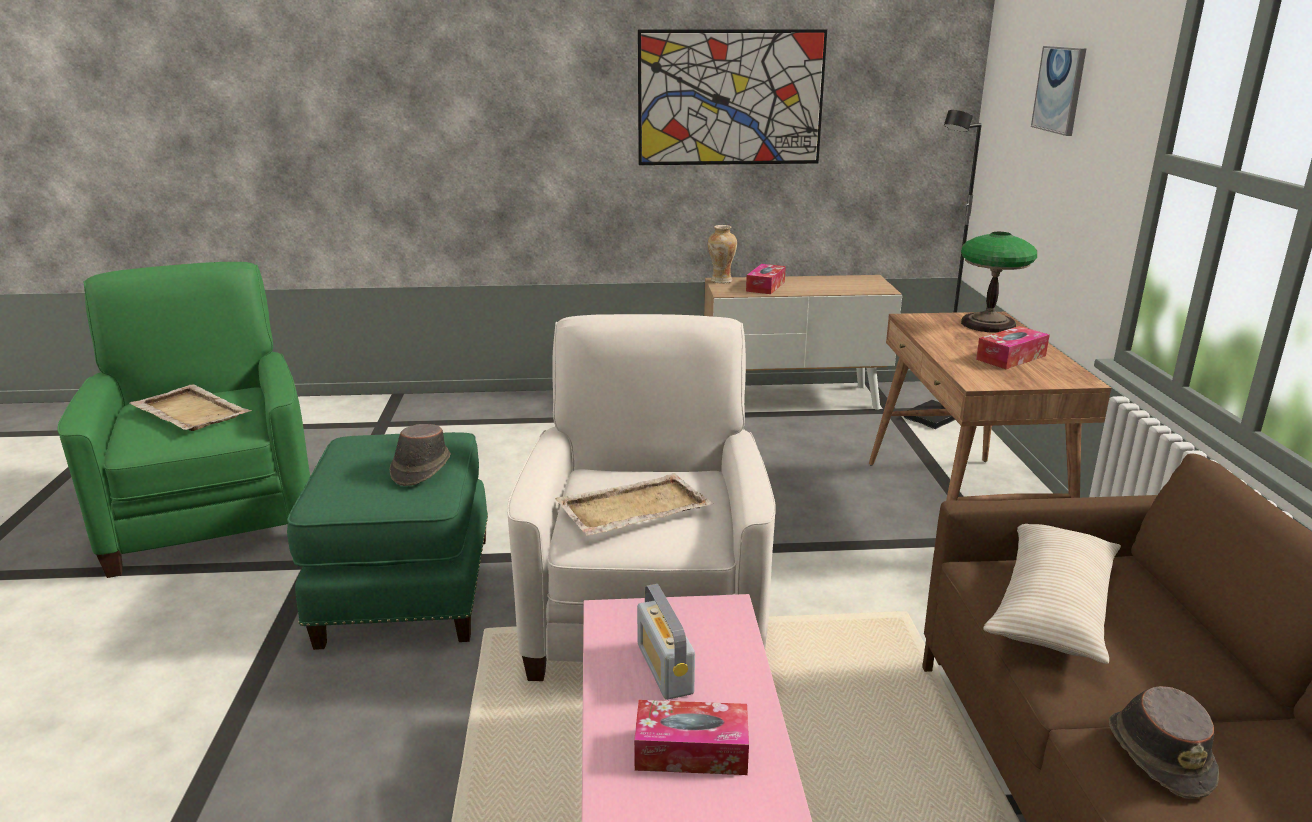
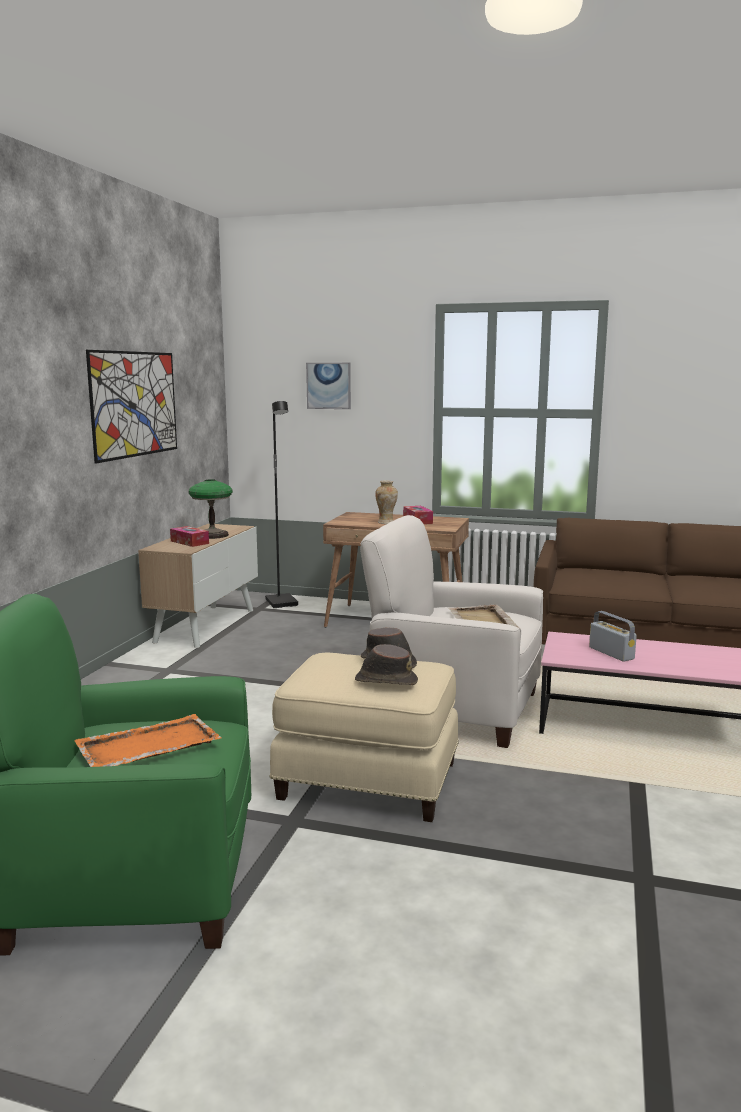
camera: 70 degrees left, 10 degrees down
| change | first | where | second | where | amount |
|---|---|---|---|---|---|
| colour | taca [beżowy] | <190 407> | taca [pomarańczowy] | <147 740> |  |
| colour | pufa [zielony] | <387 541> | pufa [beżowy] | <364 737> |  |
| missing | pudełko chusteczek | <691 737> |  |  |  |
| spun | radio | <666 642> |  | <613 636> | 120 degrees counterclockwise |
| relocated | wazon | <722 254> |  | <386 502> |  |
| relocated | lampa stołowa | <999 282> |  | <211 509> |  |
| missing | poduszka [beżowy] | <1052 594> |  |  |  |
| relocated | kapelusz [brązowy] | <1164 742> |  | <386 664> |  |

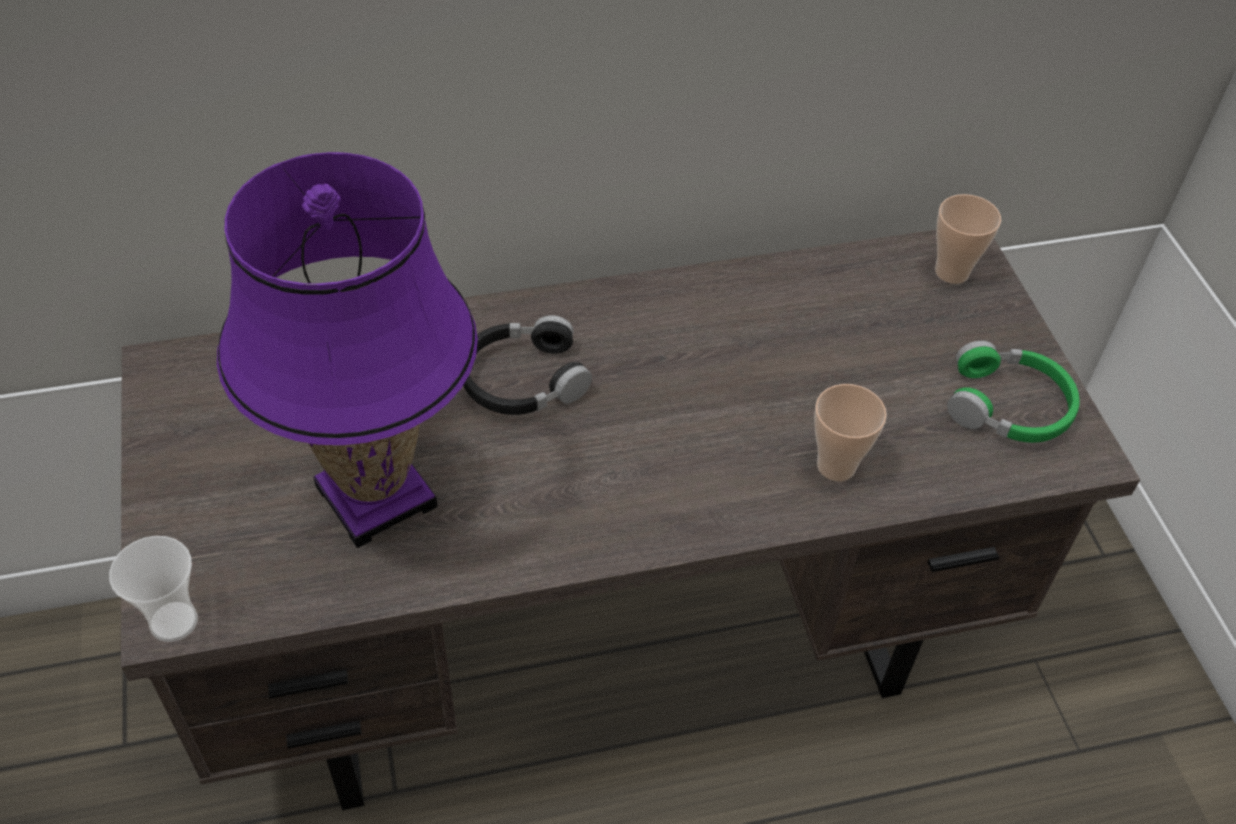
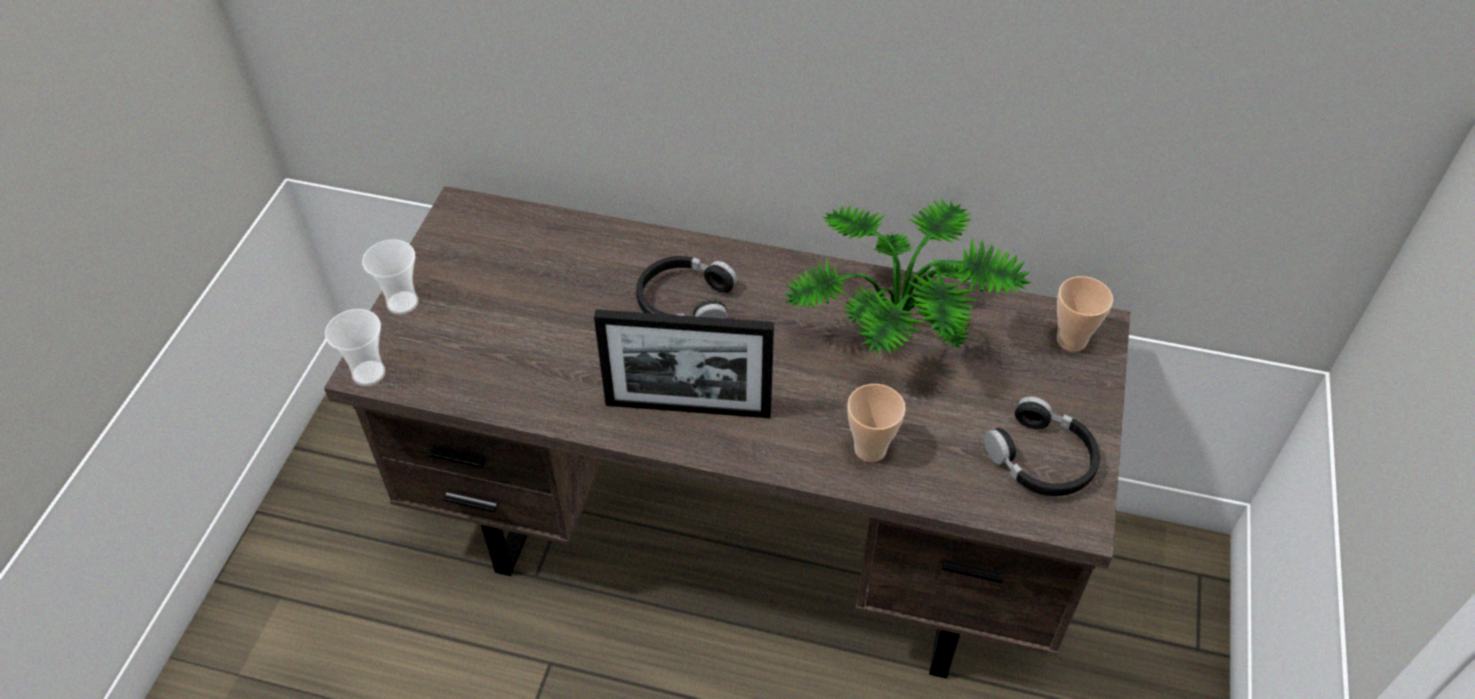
camera: 30 degrees right, 0 degrees up
| change | first | where | second | where | amount |
|---|---|---|---|---|---|
| missing | lampa stołowa [fioletowy] | <347 350> |  |  |  |
| colour | słuchawki [zielony] | <1013 391> | słuchawki [czarny] | <1042 446> |  |
| appeared |  |  | filiżanka | <390 277> |  |
| appeared |  |  | ramka na zdjęcie | <684 363> |  |
| appeared |  |  | roślina doniczkowa | <907 276> |  |

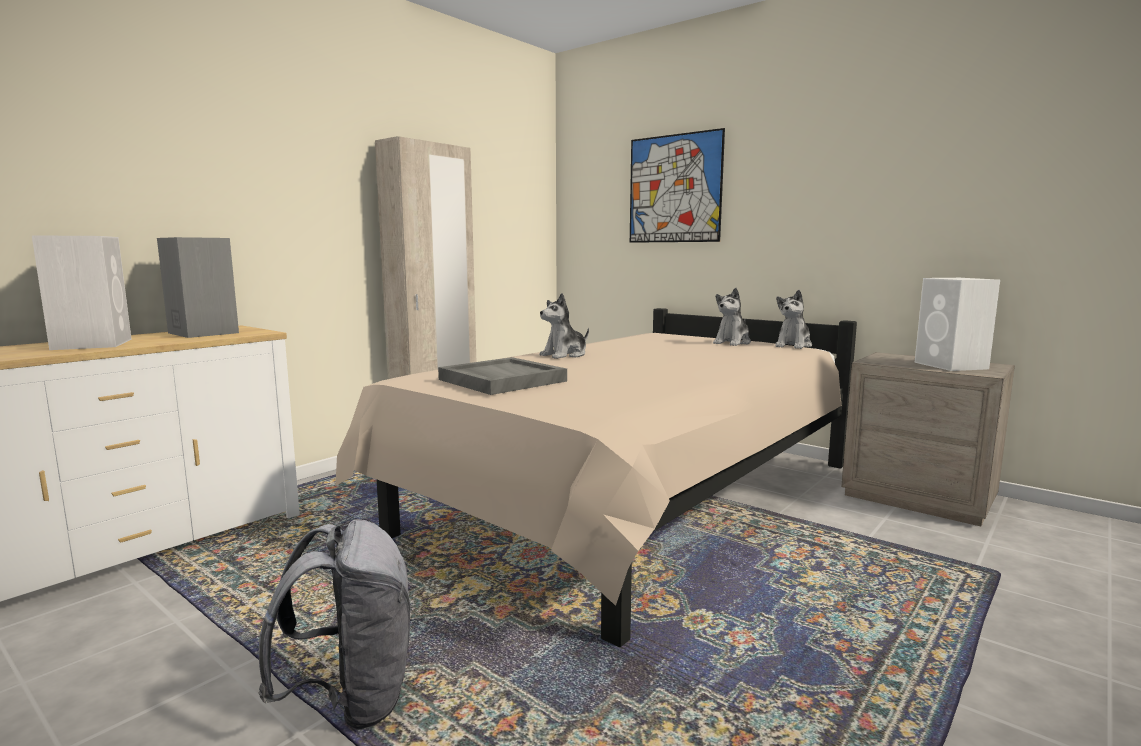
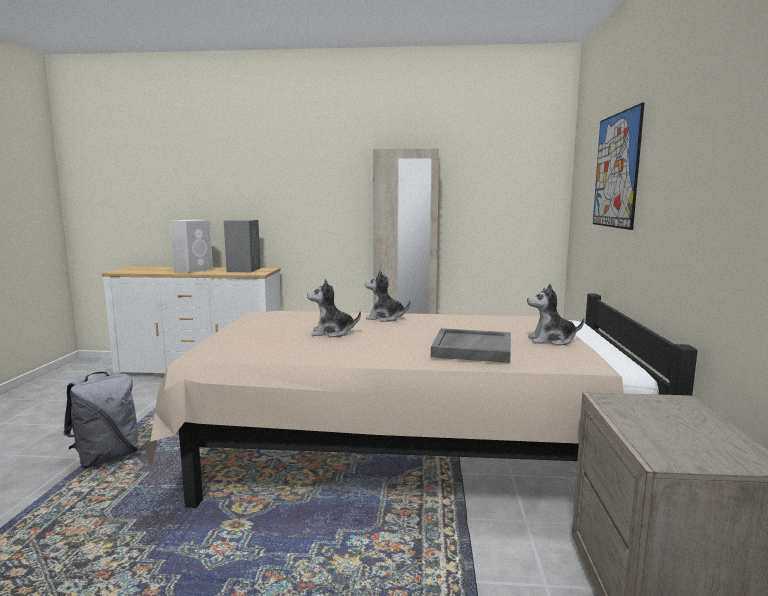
camera: 55 degrees right, 0 degrees up
| change | first | where | second | where | amount |
|---|---|---|---|---|---|
| relocated | taca [szary] | <502 376> |  | <471 345> |  |
| relocated | pluszak | <793 319> |  | <334 308> |  |
| missing | głośnik [biały] | <957 324> |  |  |  |

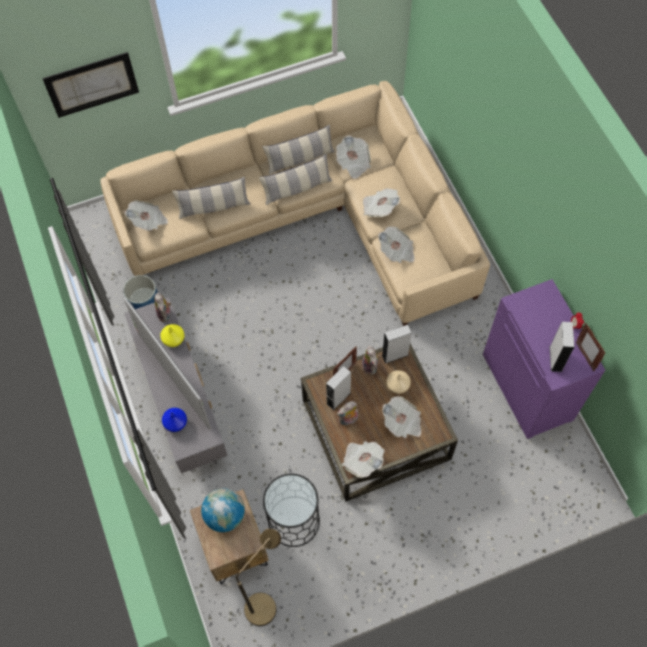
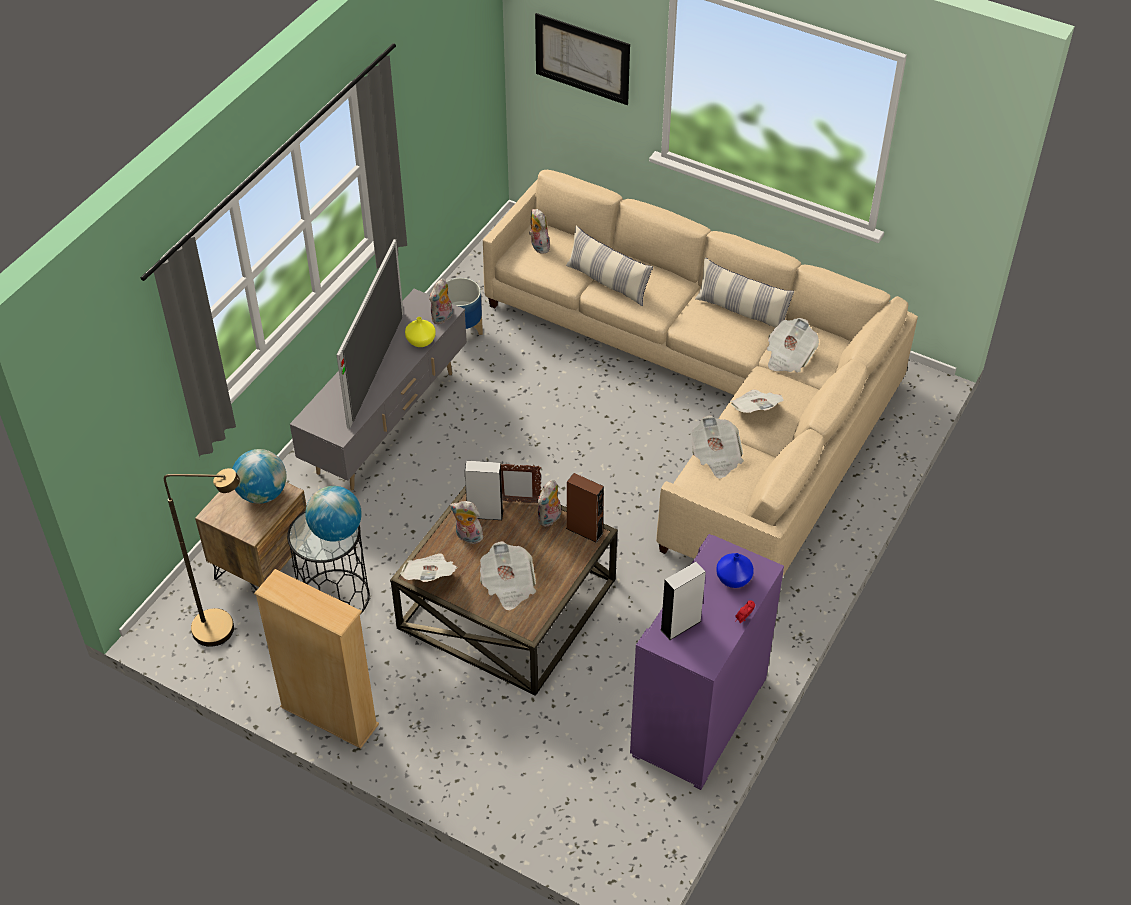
camera: 50 degrees right, 15 degrees down
| change | first | where | second | where | amount |
|---|---|---|---|---|---|
| exchanged | gazeta | <146 215> | pluszak | <539 231> |  |
| relocated | wazon [niebieski] | <174 420> |  | <735 570> |  |
| missing | poduszka | <295 179> |  |  |  |
| colour | głośnik [szary] | <397 344> | głośnik [brązowy] | <585 508> |  |
| missing | wazon [beżowy] | <398 382> |  |  |  |
| missing | ramka na zdjęcie | <590 347> |  |  |  |
| appeared |  |  | regał [beżowy] | <316 659> |  |
| appeared |  |  | globus | <333 514> |  |

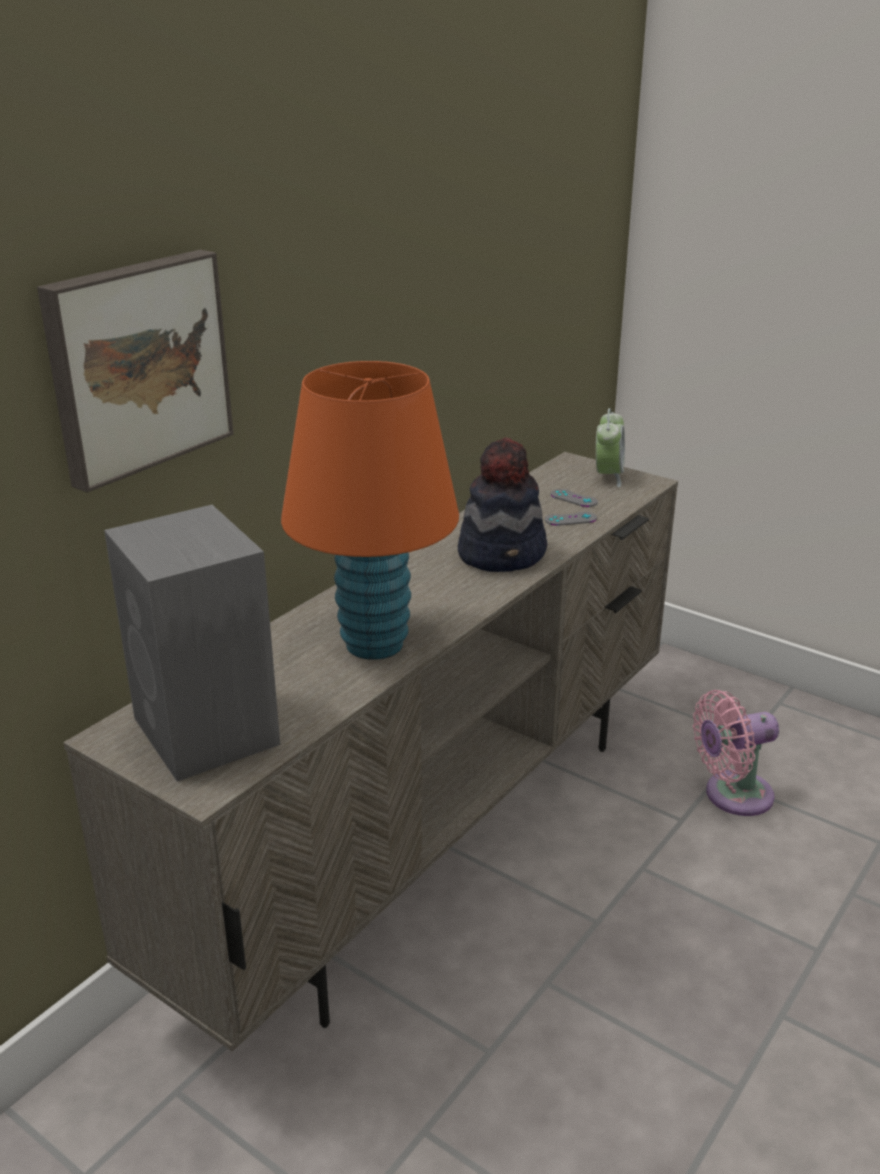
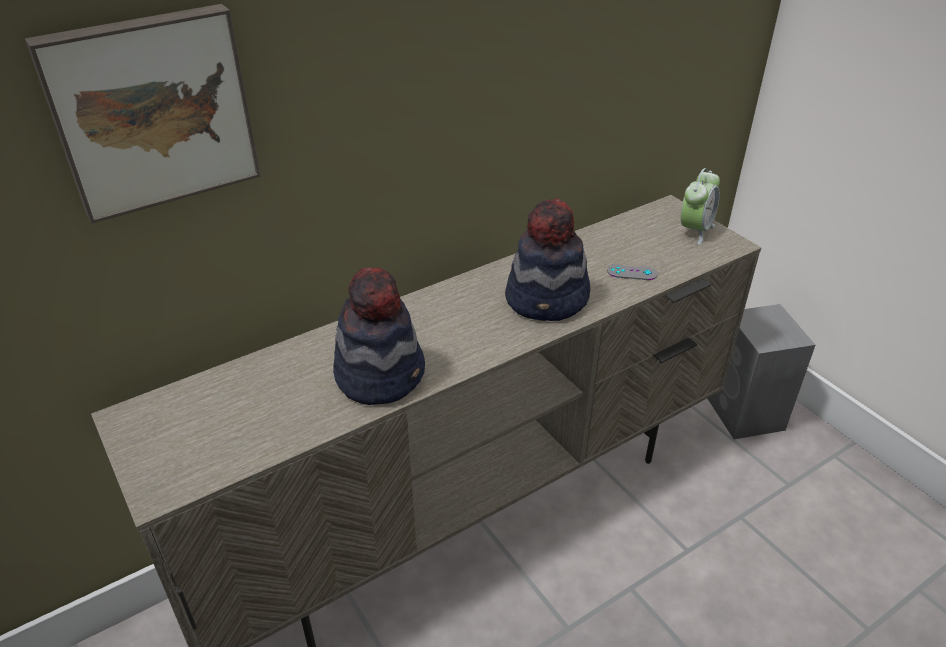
camera: 20 degrees right, 10 degrees up
| change | first | where | second | where | amount |
|---|---|---|---|---|---|
| relocated | głośnik [szary] | <192 643> |  | <761 371> |  |
| exchanged | lampa stołowa [pomarańczowy] | <370 510> | kapelusz | <379 336> |  |
| missing | pad do gier [szary] | <574 498> |  |  |  |
| missing | wentylator [różowy] | <736 753> |  |  |  |

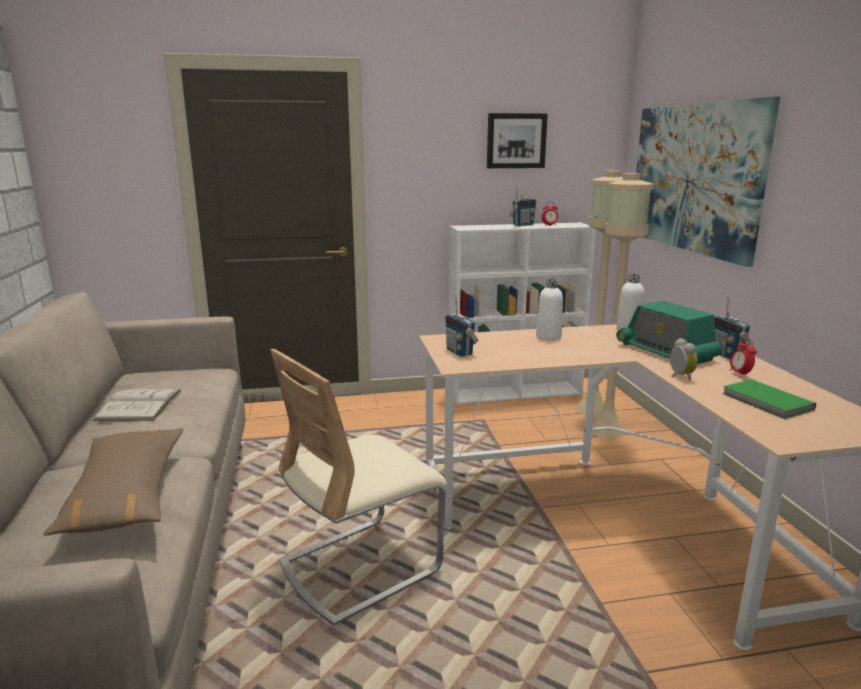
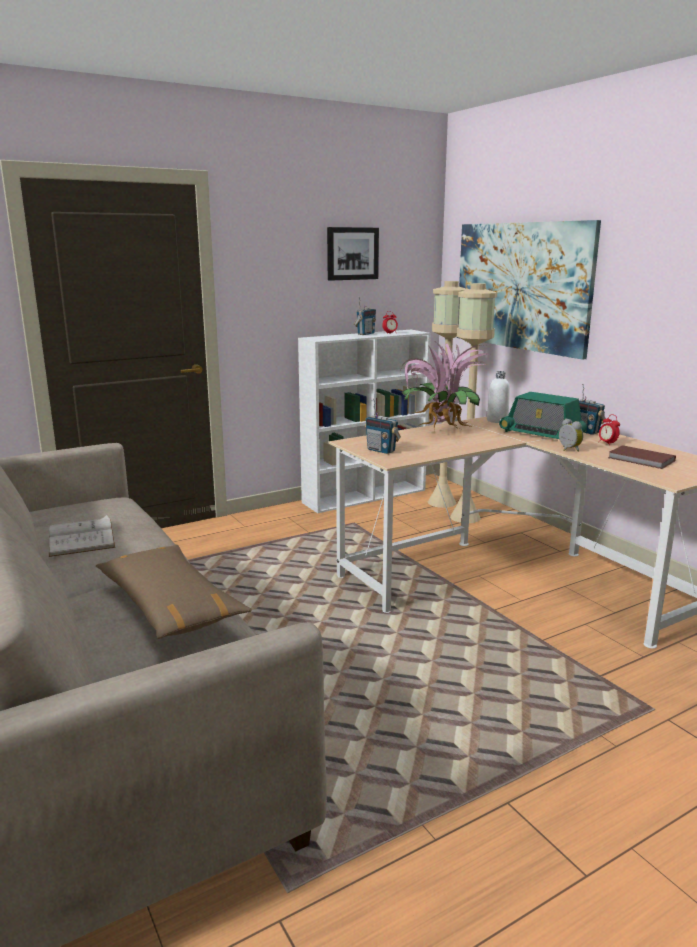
camera: 20 degrees left, 0 degrees up
| change | first | where | second | where | amount |
|---|---|---|---|---|---|
| missing | krzesło [beżowy] | <358 487> |  |  |  |
| exchanged | butelka [biały] | <549 309> | roślina doniczkowa | <445 385> |  |
| colour | książka [zielony] | <769 399> | książka [brązowy] | <642 457> |  |

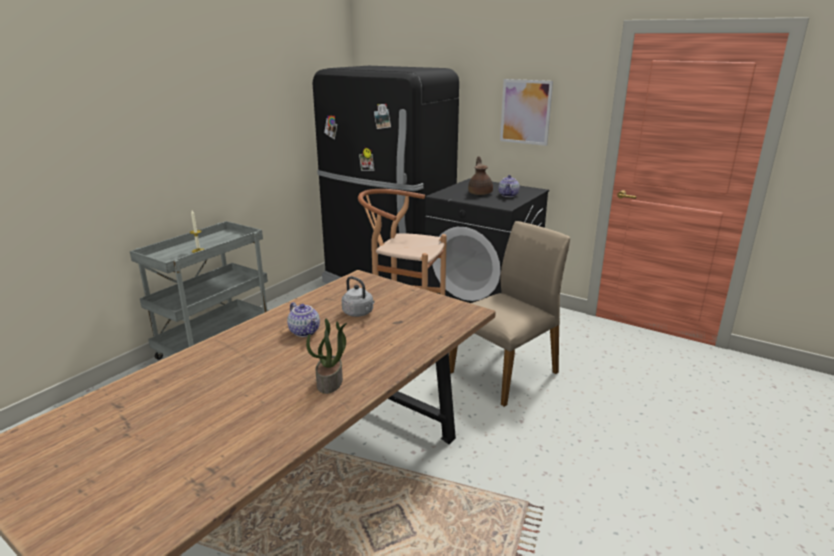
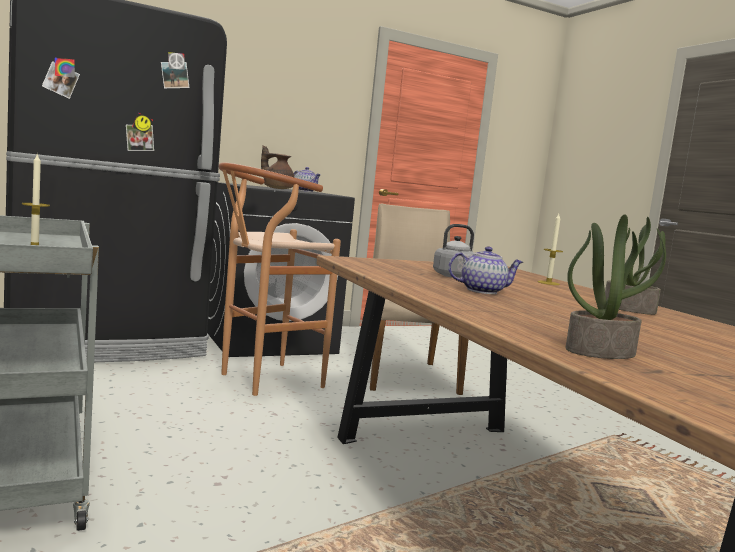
camera: 60 degrees left, 15 degrees down
| change | first | where | second | where | amount |
|---|---|---|---|---|---|
| missing | obraz | <526 112> |  |  |  |
| appeared |  |  | świeca | <550 249> |  |
| appeared |  |  | roślina doniczkowa | <616 287> |  |

